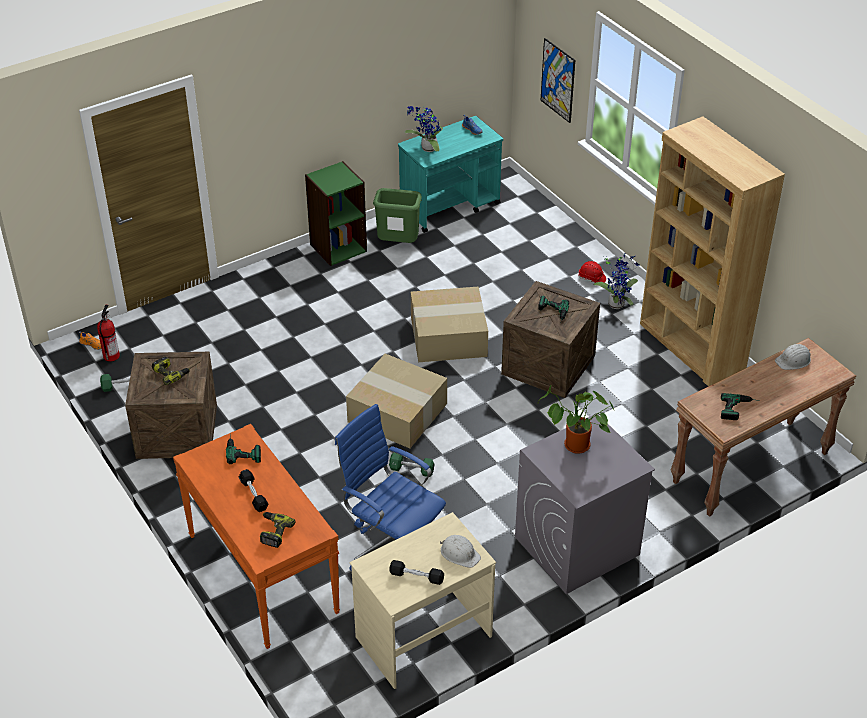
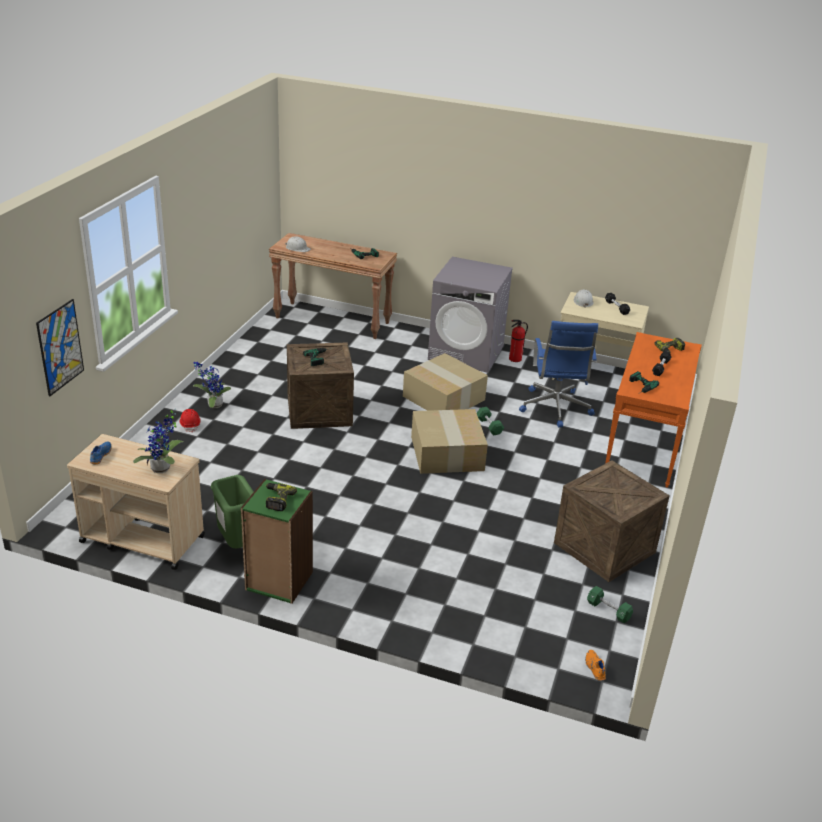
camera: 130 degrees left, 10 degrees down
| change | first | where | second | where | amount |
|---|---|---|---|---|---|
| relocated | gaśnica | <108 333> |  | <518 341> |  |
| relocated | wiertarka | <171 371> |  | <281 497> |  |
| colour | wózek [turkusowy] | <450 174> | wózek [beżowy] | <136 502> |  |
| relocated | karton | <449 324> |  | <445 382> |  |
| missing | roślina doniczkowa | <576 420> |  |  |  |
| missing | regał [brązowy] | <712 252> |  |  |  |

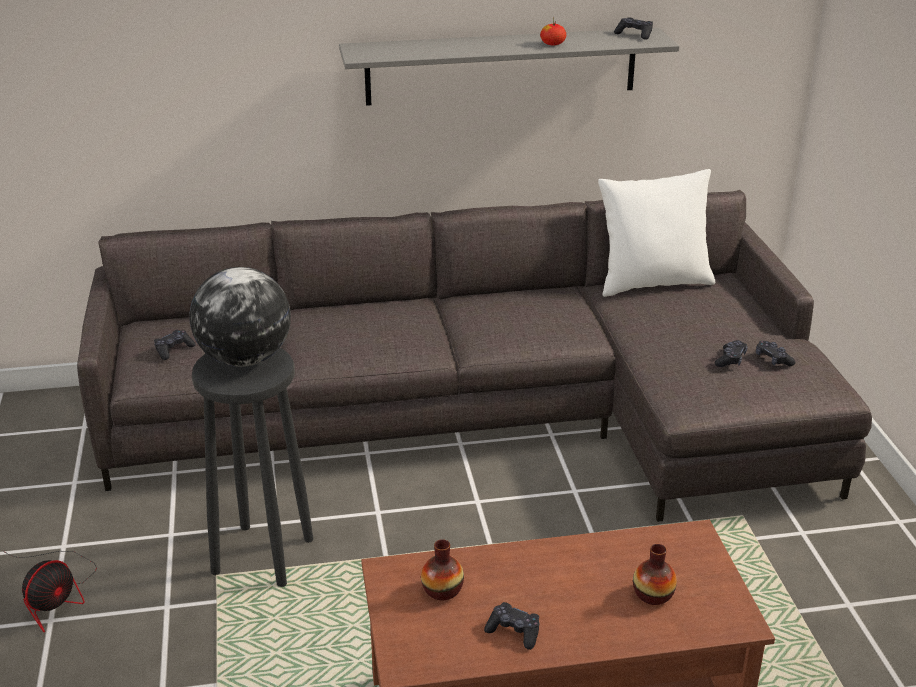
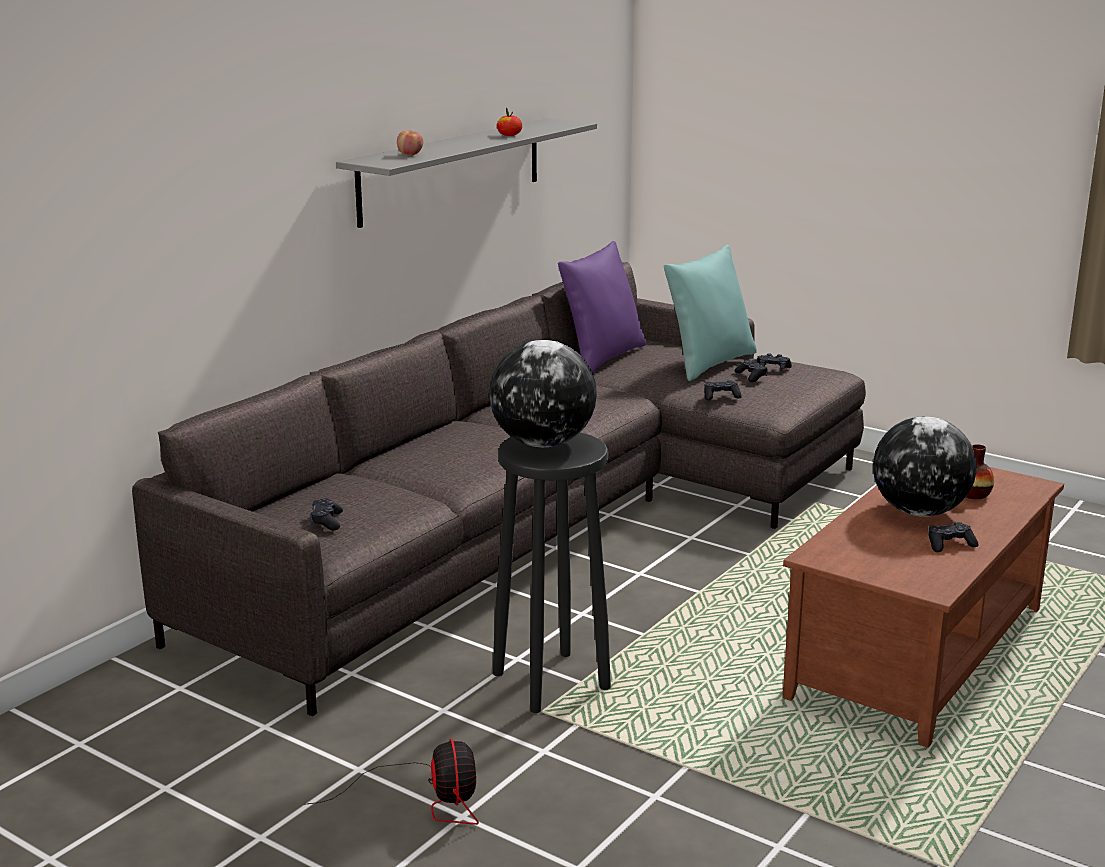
camera: 45 degrees left, 10 degrees down
| change | first | where | second | where | amount |
|---|---|---|---|---|---|
| missing | wazon | <442 569> |  |  |  |
| colour | poduszka [biały] | <656 233> | poduszka [fioletowy] | <602 307> |  |
| relocated | pad do gier [czarny] | <633 28> |  | <723 390> |  |
| appeared |  |  | jabłko | <410 142> |  |
| appeared |  |  | poduszka [turkusowy] | <710 313> |  |
| appeared |  |  | globus | <924 466> |  |

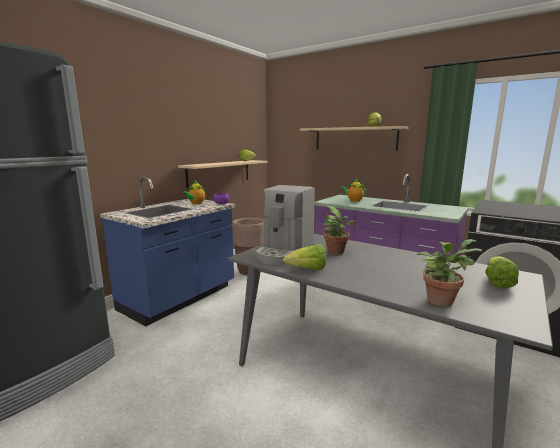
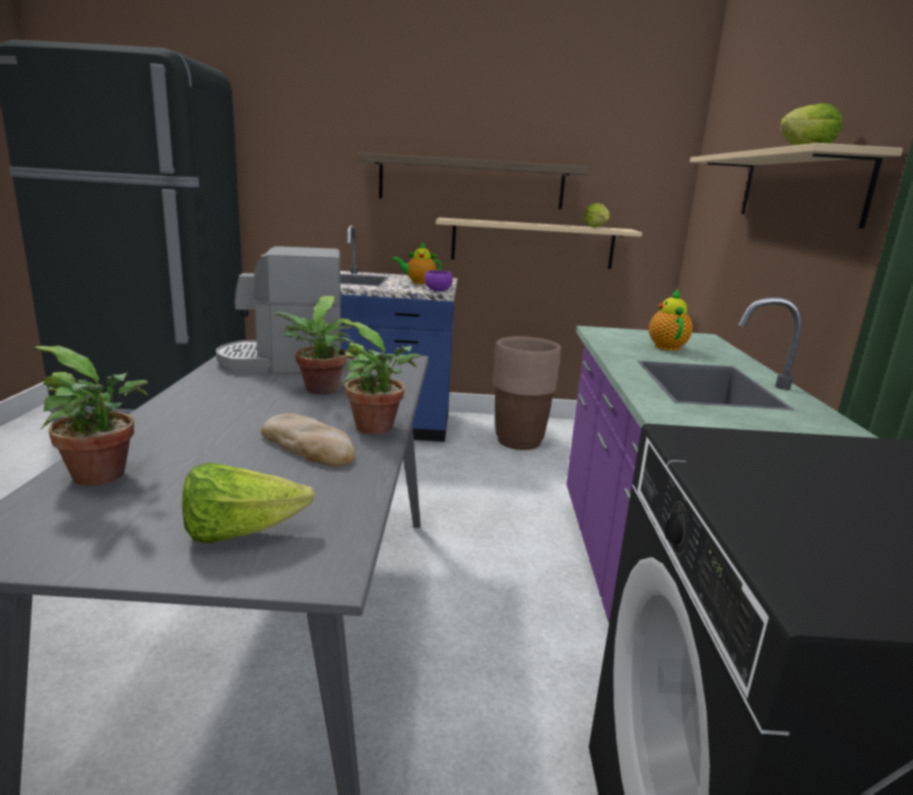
camera: 55 degrees right, 5 degrees up
| change | first | where | second | where | amount |
|---|---|---|---|---|---|
| missing | sałata | <304 257> |  |  |  |
| appeared |  |  | chleb | <308 439> |  |
| appeared |  |  | roślina doniczkowa | <380 377> |  |
| appeared |  |  | półka | <473 180> |  |

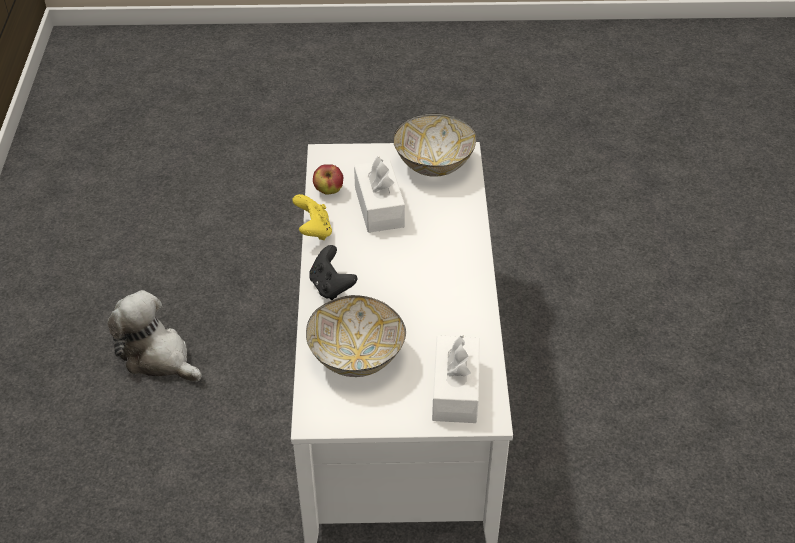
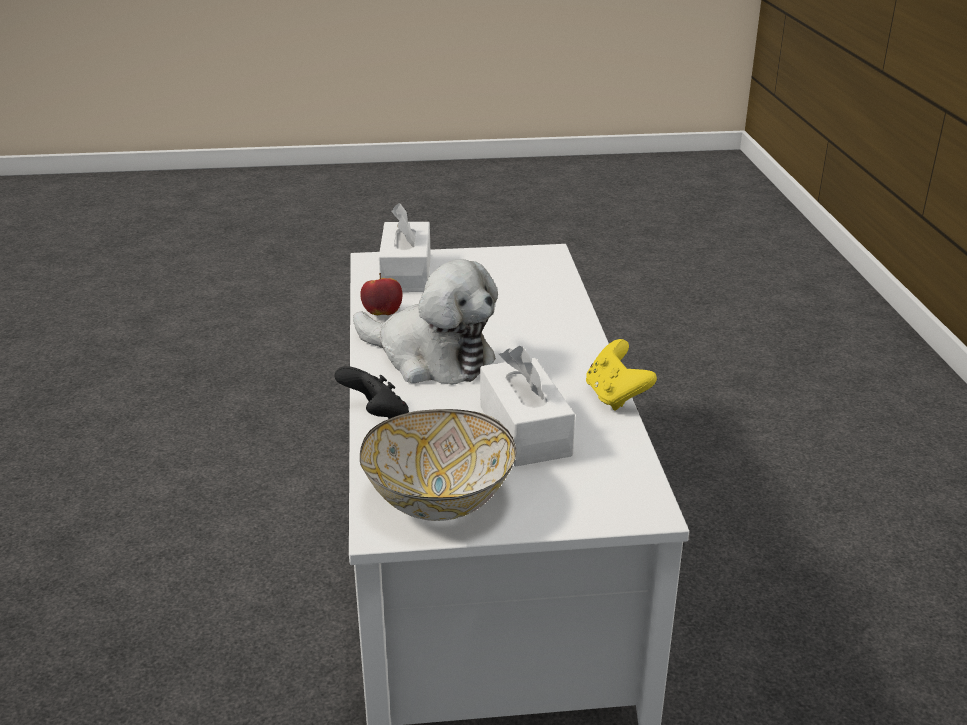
camera: 175 degrees right, 15 degrees down
| change | first | where | second | where | amount |
|---|---|---|---|---|---|
| relocated | pluszak | <155 336> |  | <425 322> |  |
| missing | miska | <356 336> |  |  |  |
| relocated | pad do gier [czarny] | <333 272> |  | <371 392> |  |
| relocated | jabłko | <328 179> |  | <381 294> |  |

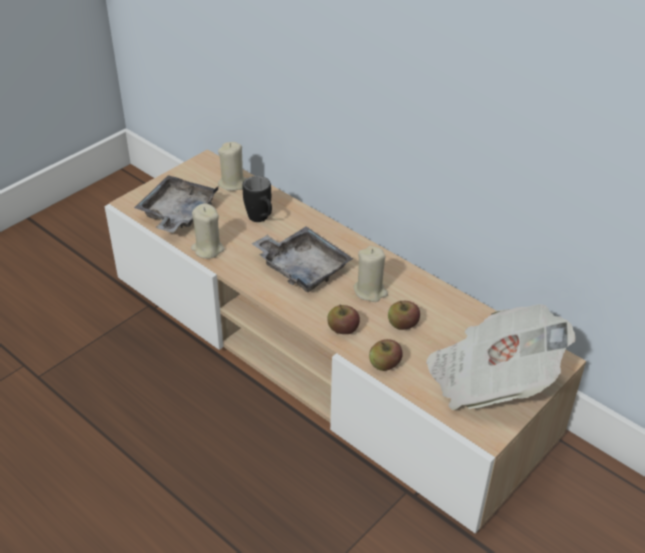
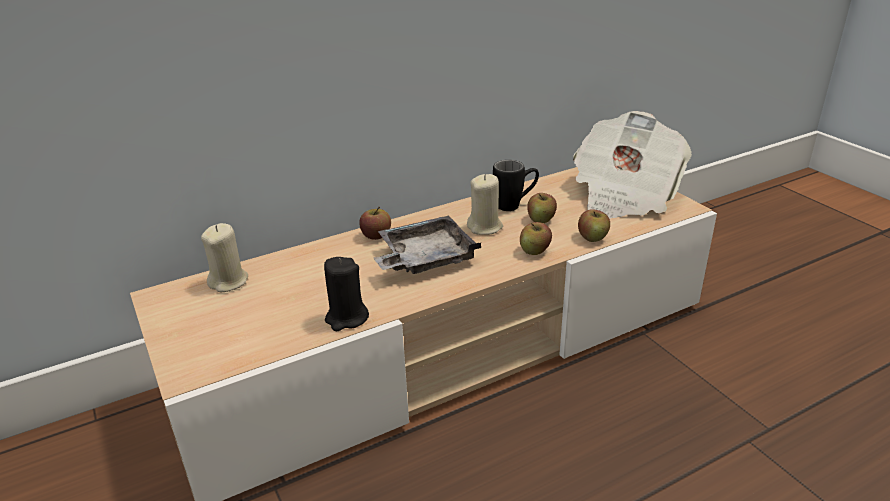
camera: 70 degrees left, 10 degrees down
| change | first | where | second | where | amount |
|---|---|---|---|---|---|
| missing | taca [szary] | <176 204> |  |  |  |
| colour | świeca [beżowy] | <207 231> | świeca [czarny] | <346 294> |  |
| relocated | kubek [czarny] | <257 199> |  | <516 185> |  |
| appeared |  |  | jabłko | <375 223> |  |

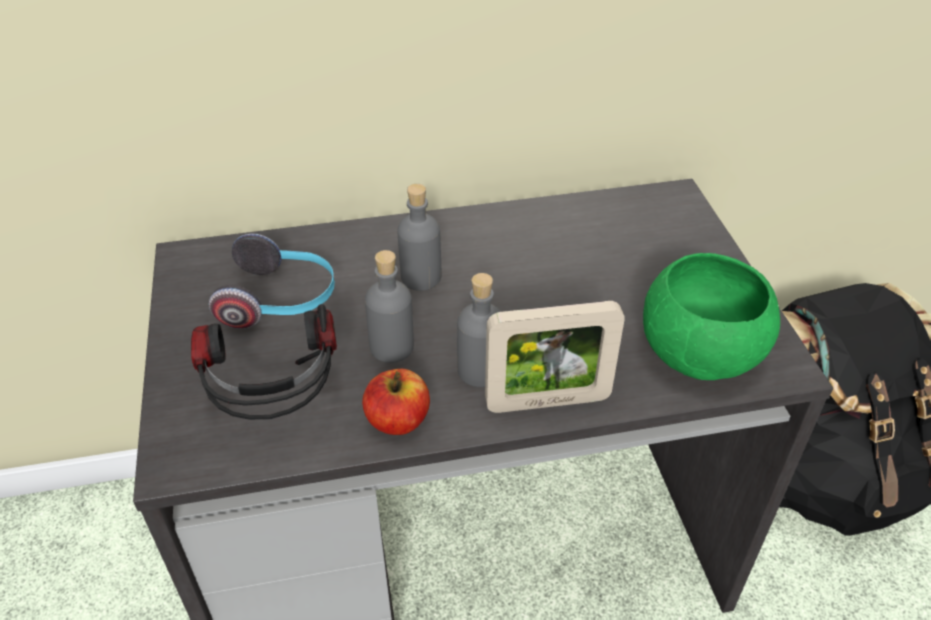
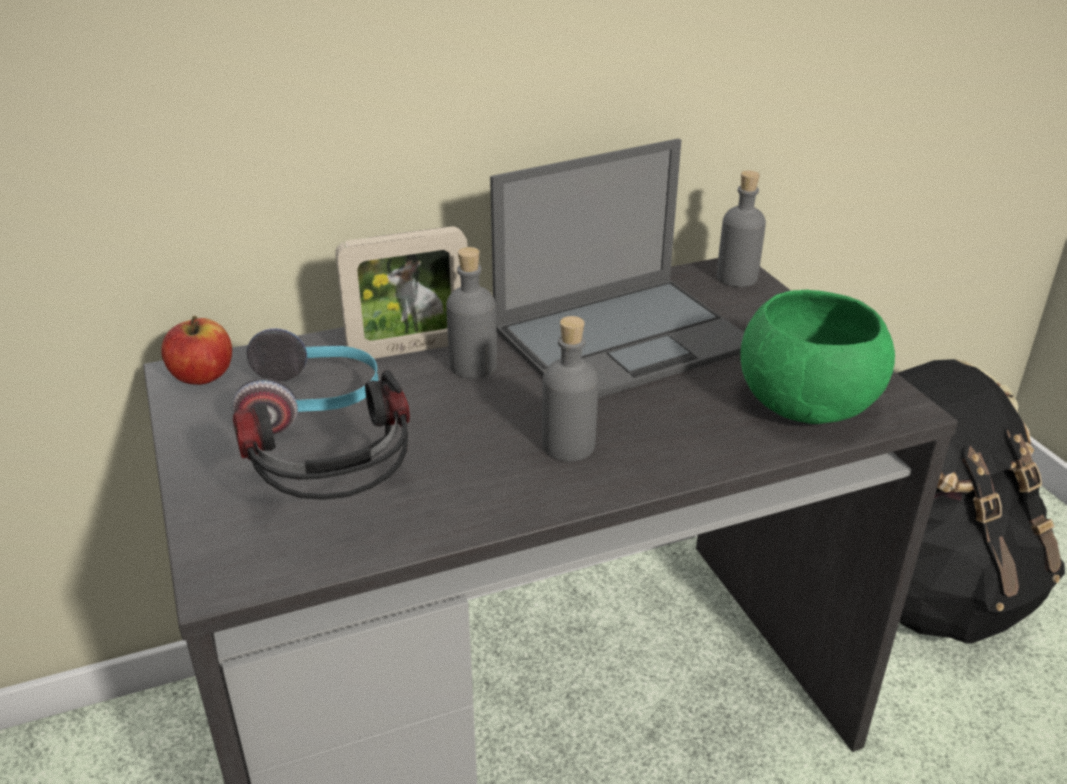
camera: 10 degrees left, 10 degrees down
| change | first | where | second | where | amount |
|---|---|---|---|---|---|
| relocated | jabłko | <396 402> |  | <196 350> |  |
| relocated | butelka [szary] | <389 306> |  | <741 229> |  |
| relocated | ramka na zdjęcie | <555 357> |  | <401 293> |  |
| appeared |  |  | laptop | <617 268> |  |

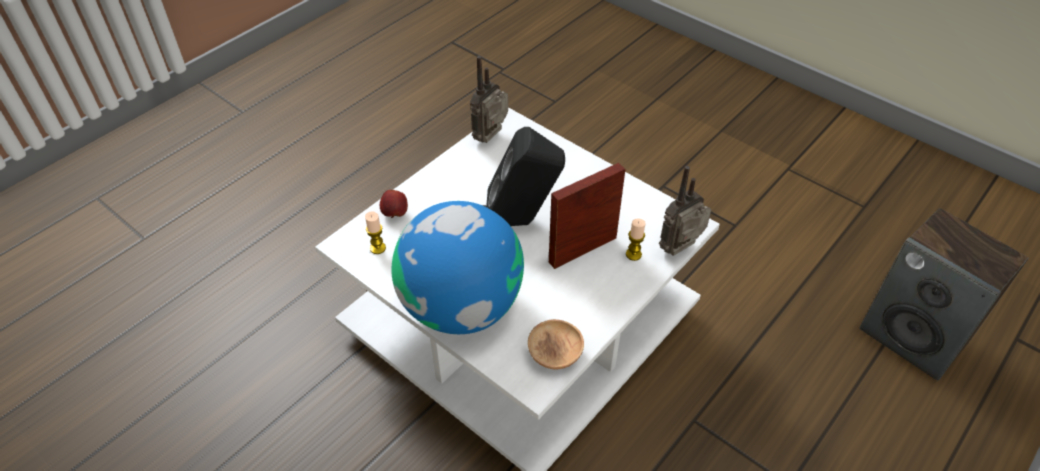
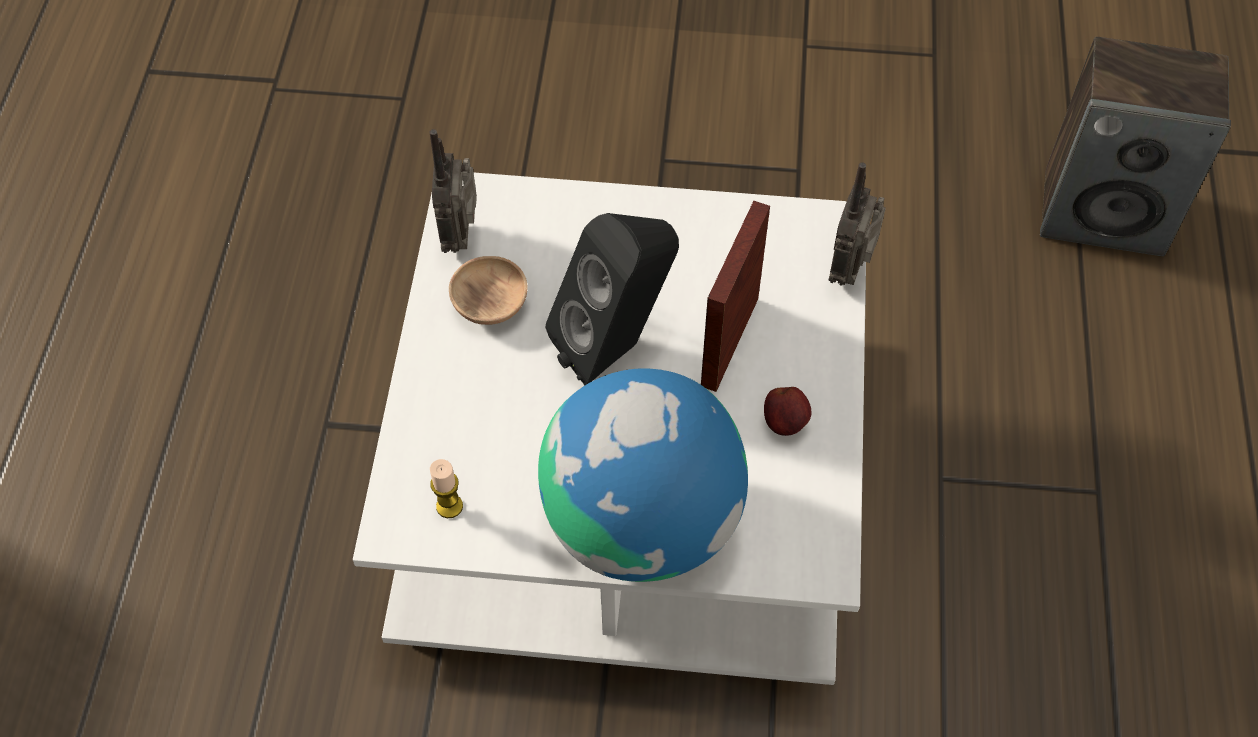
camera: 35 degrees left, 10 degrees up
| change | first | where | second | where | amount |
|---|---|---|---|---|---|
| relocated | jabłko | <394 204> |  | <787 411> |  |
| relocated | miska [brązowy] | <556 344> |  | <488 290> |  |
| missing | świeca | <636 239> |  |  |  |

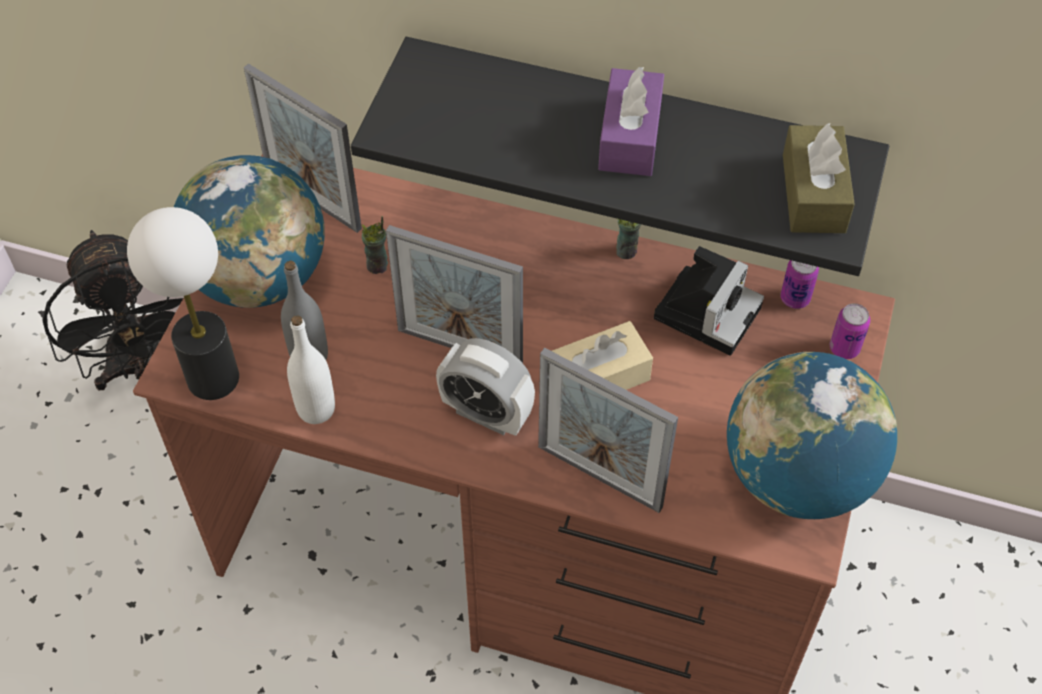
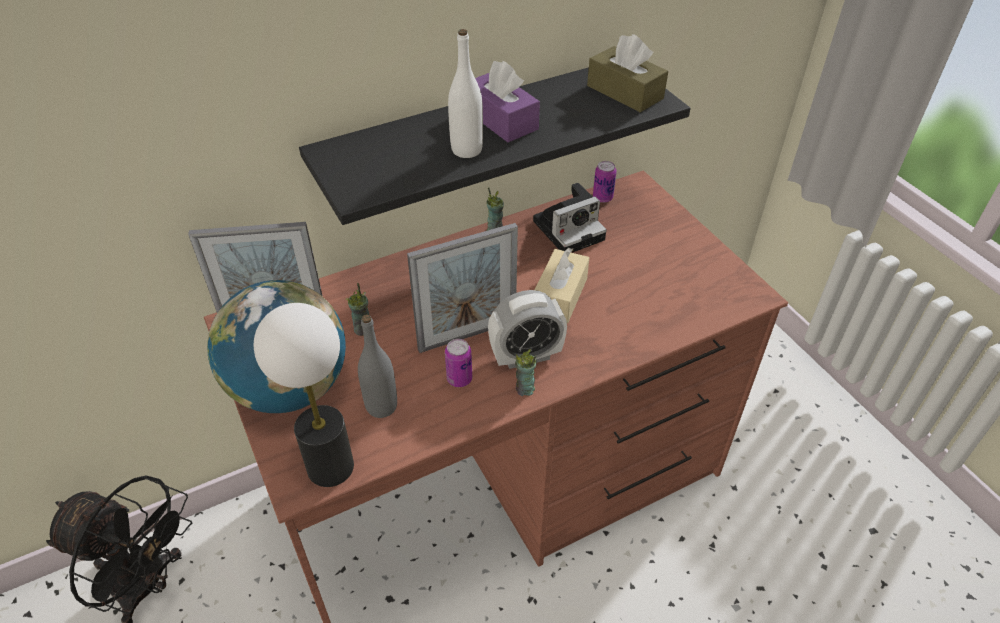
camera: 45 degrees left, 10 degrees down
| change | first | where | second | where | amount |
|---|---|---|---|---|---|
| relocated | butelka [biały] | <311 369> |  | <465 93> |  |
| missing | ramka na zdjęcie | <608 430> |  |  |  |
| spun | aparat fotograficzny | <709 301> |  | <570 218> | 75 degrees clockwise |
| missing | globus | <812 435> |  |  |  |
| relocated | puszka | <850 331> |  | <458 363> |  |
| appeared |  |  | filiżanka | <526 372> |  |

